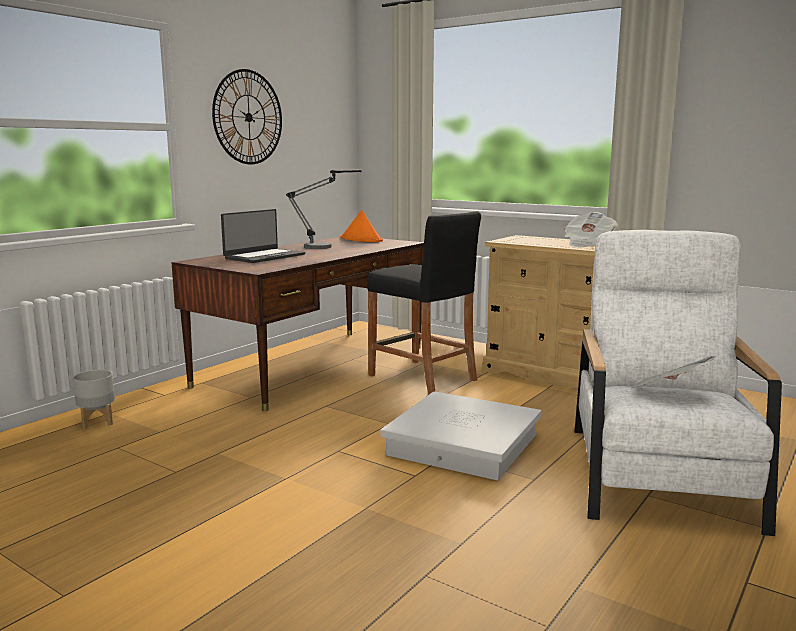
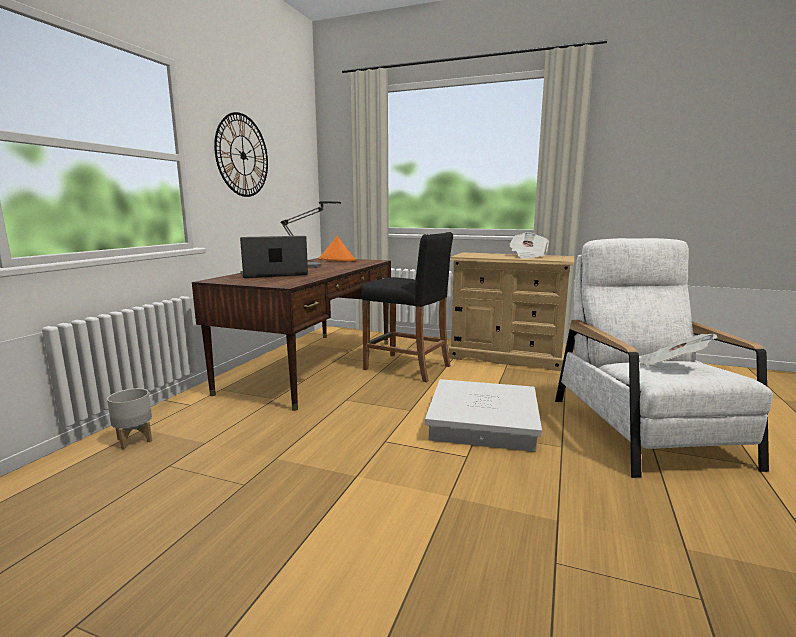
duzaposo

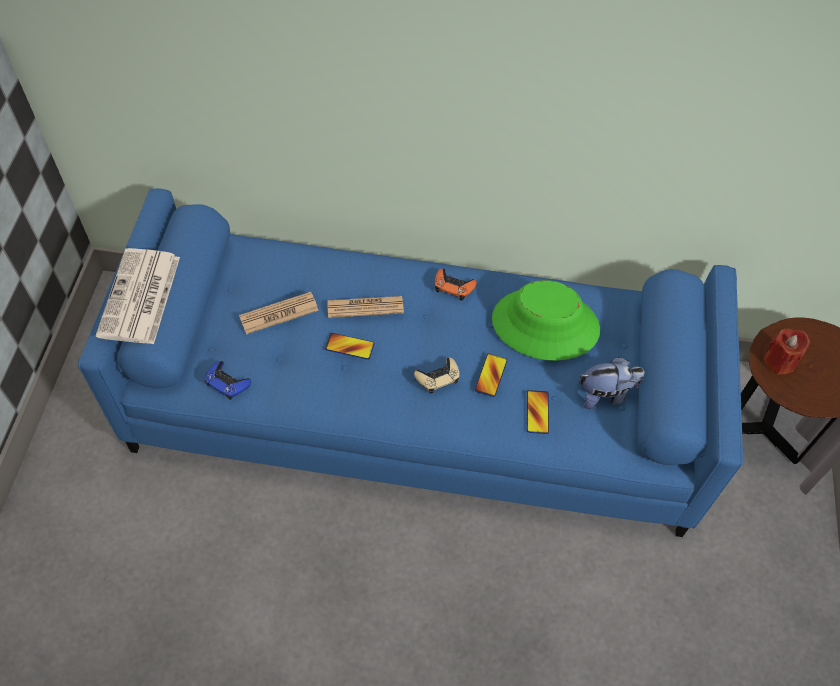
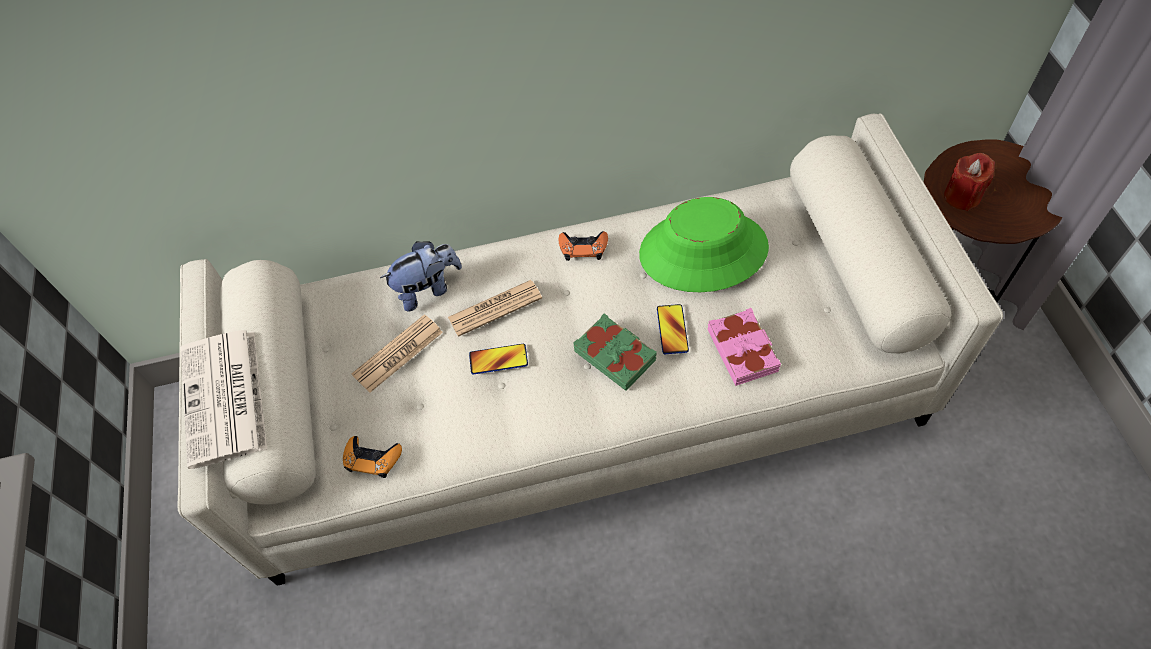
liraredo
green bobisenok
pink bobisenok
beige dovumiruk
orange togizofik (no. 1 from left)

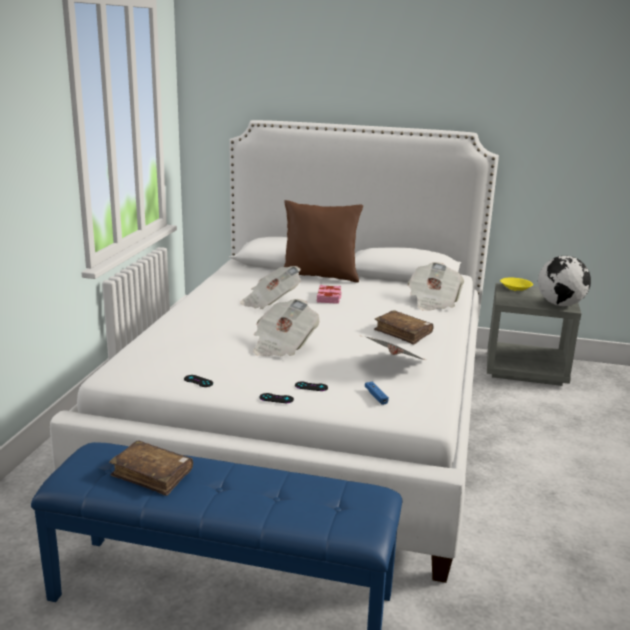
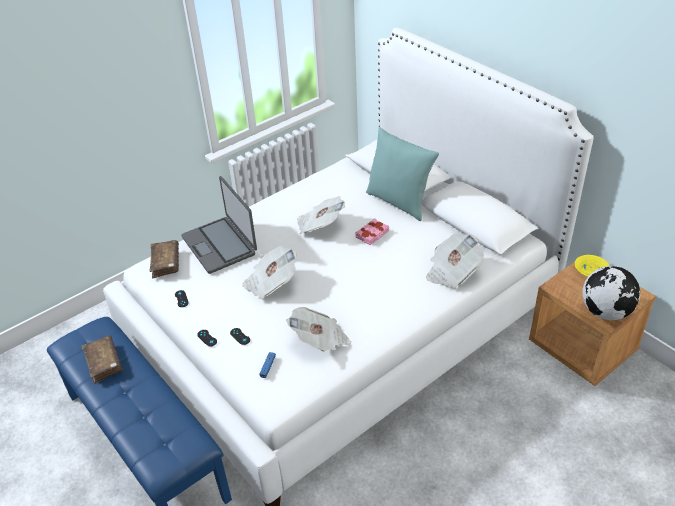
duzaposo
brown bobisenok (no. 2 from left)
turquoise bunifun
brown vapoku

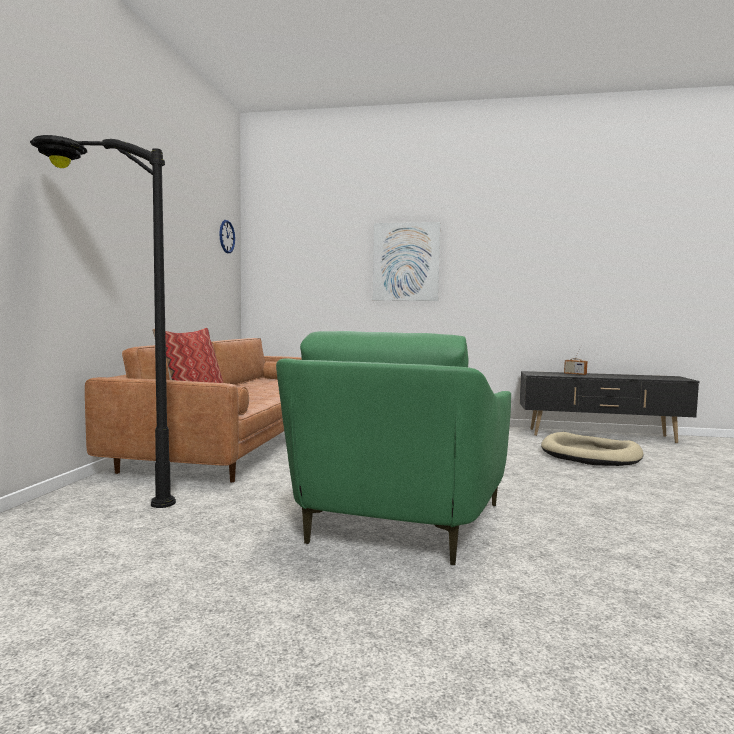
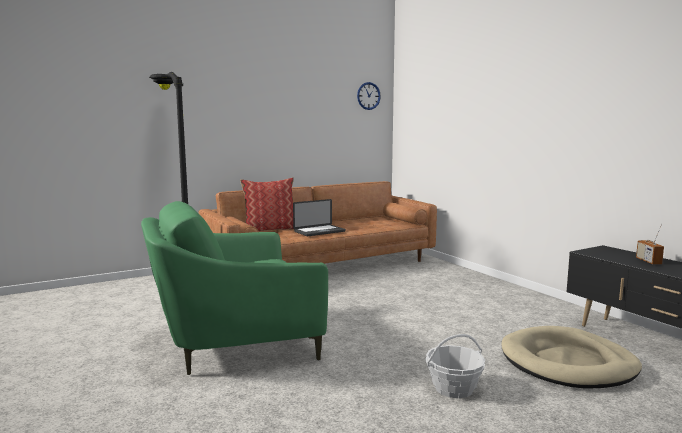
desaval
duzaposo
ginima

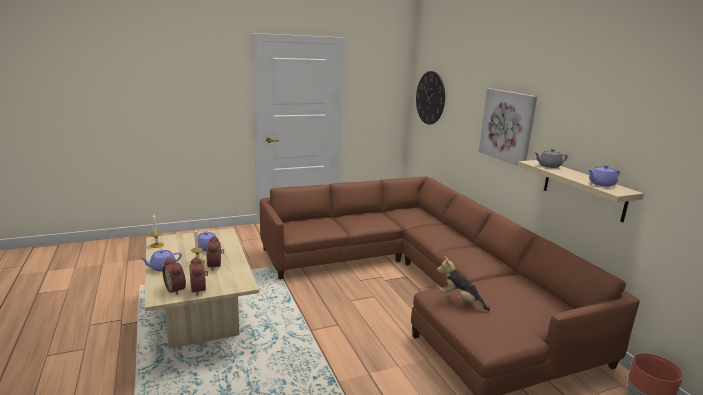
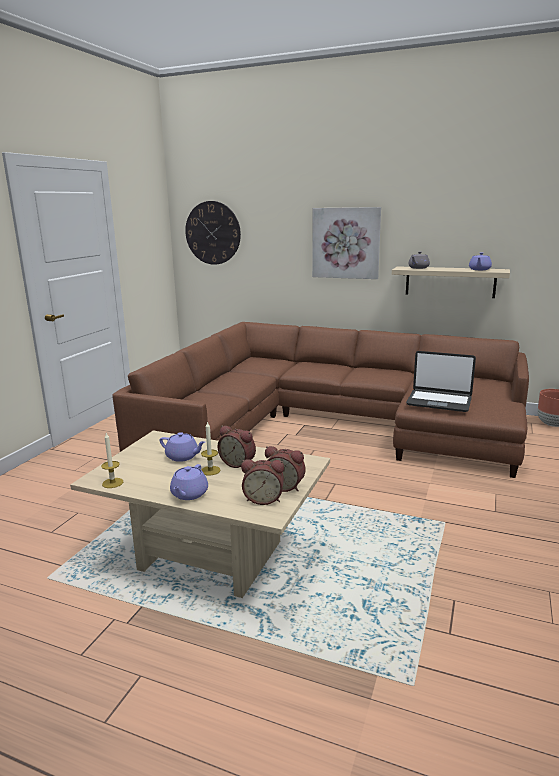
duzaposo

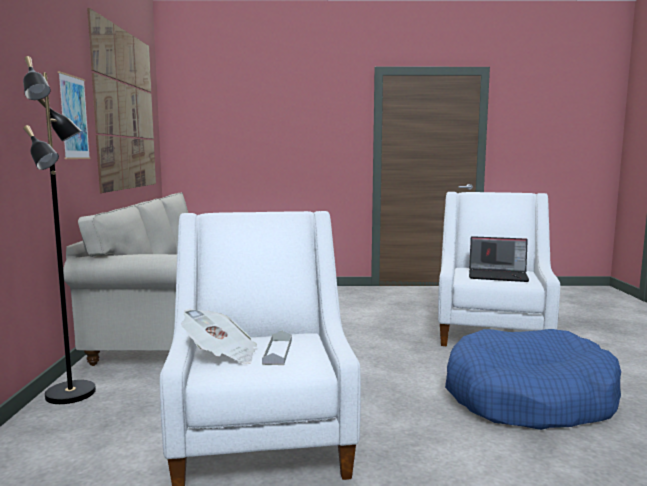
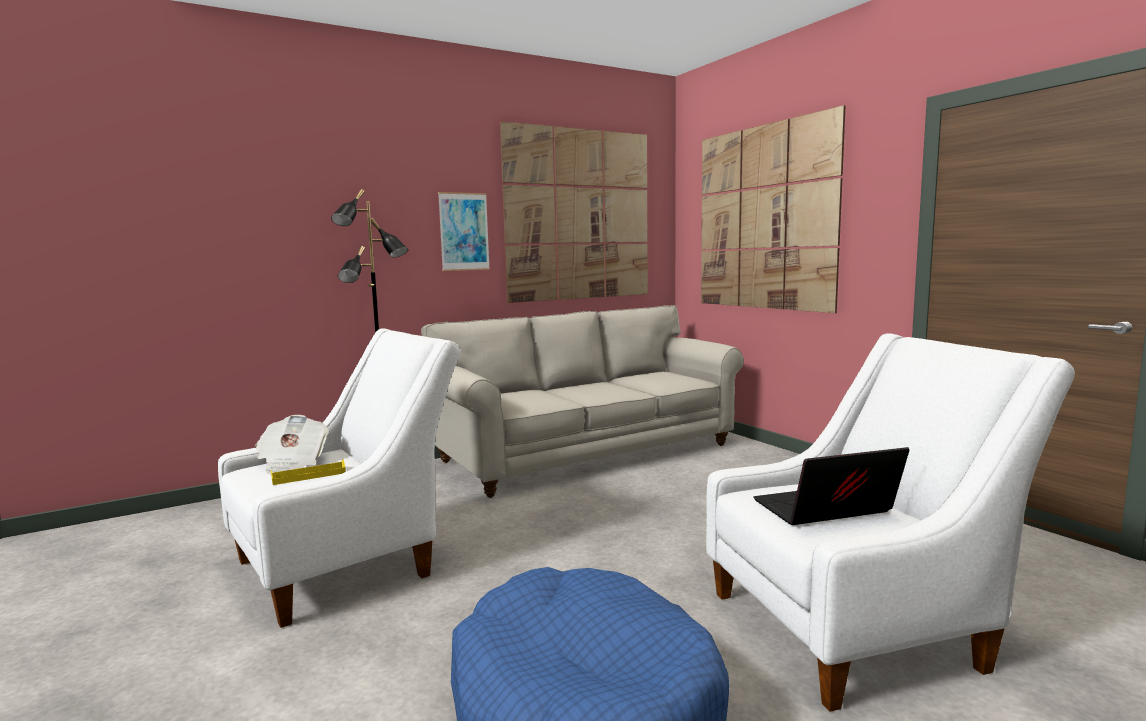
desaval (no. 3 from left)
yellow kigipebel
duzaposo

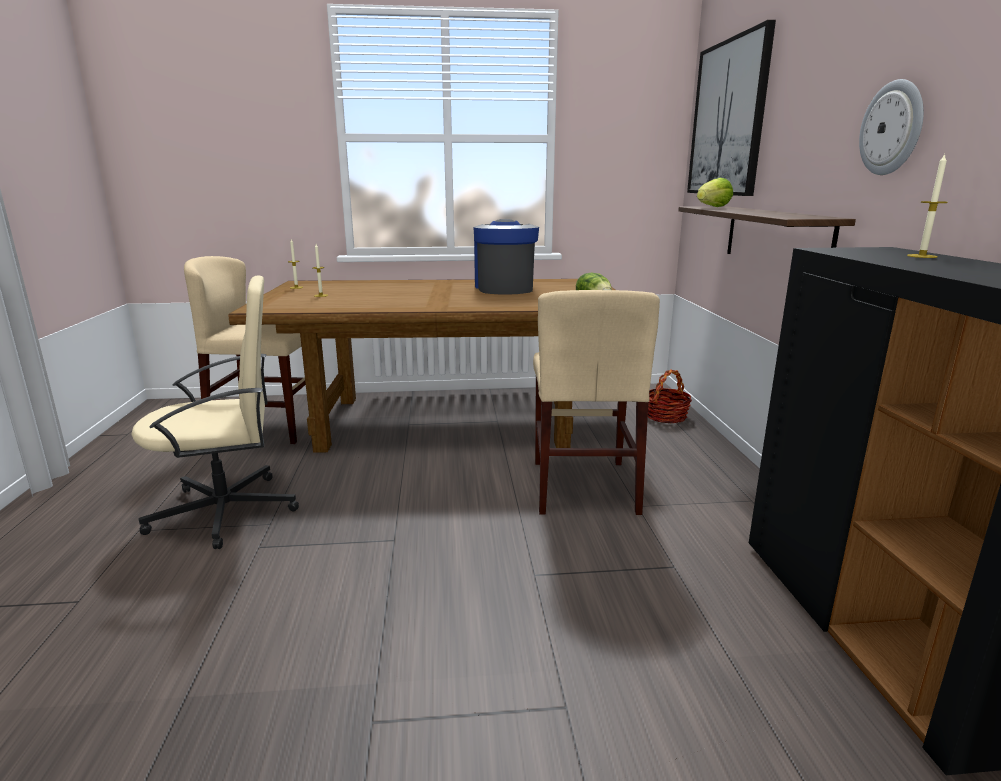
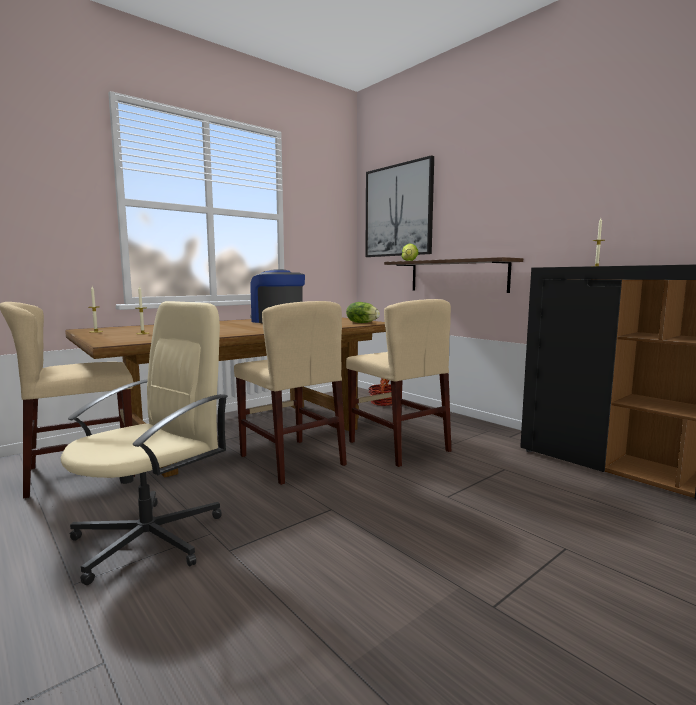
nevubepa
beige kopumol (no. 2 from left)

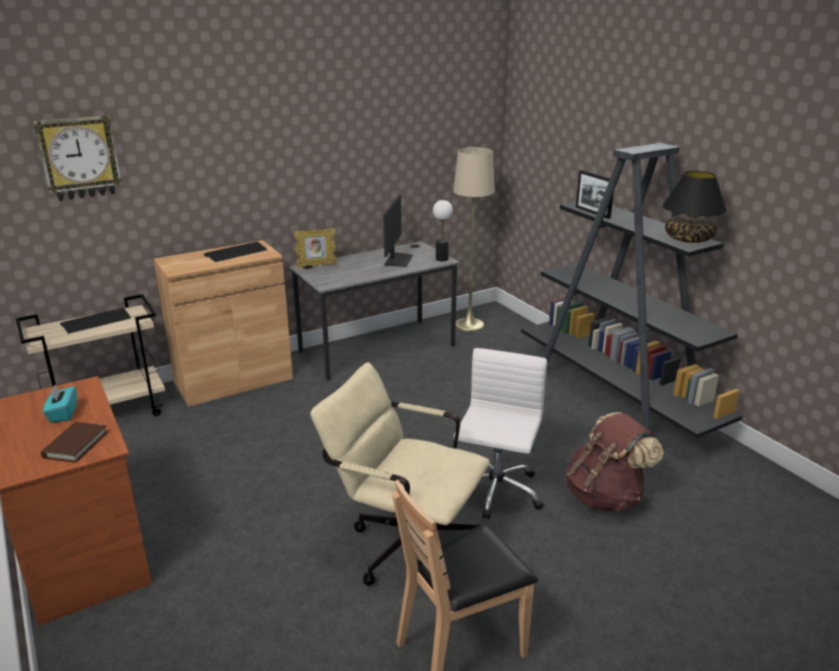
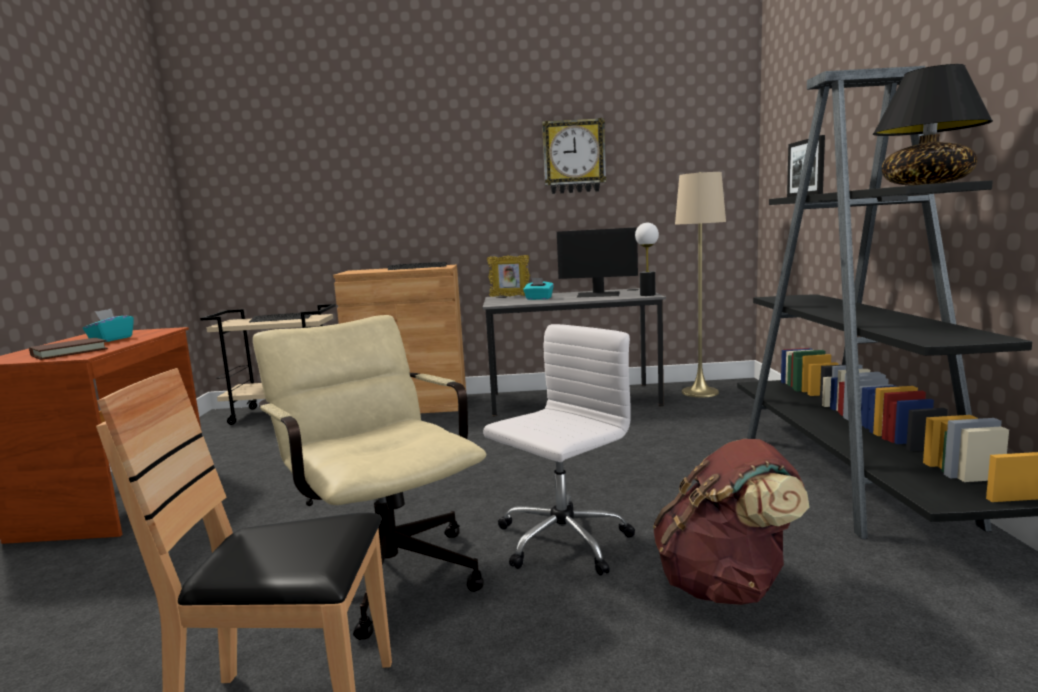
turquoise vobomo (no. 2 from left)
nevubepa
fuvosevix

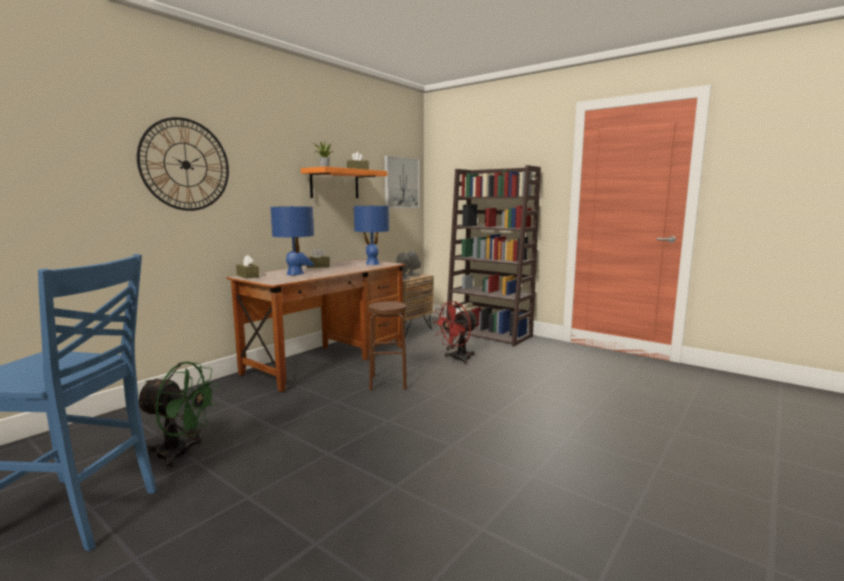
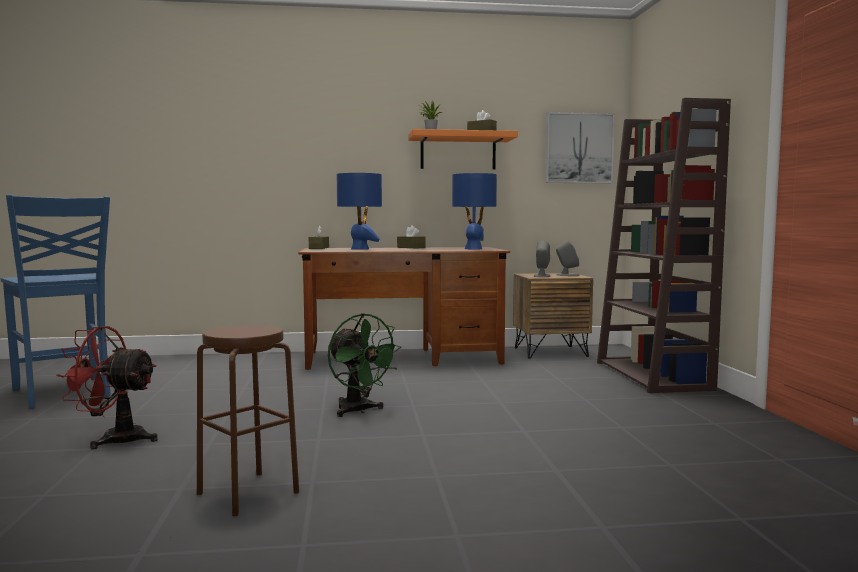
nevubepa
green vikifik
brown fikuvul
red vikifik

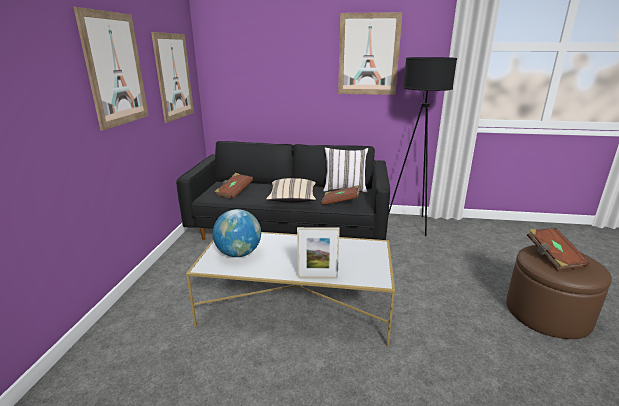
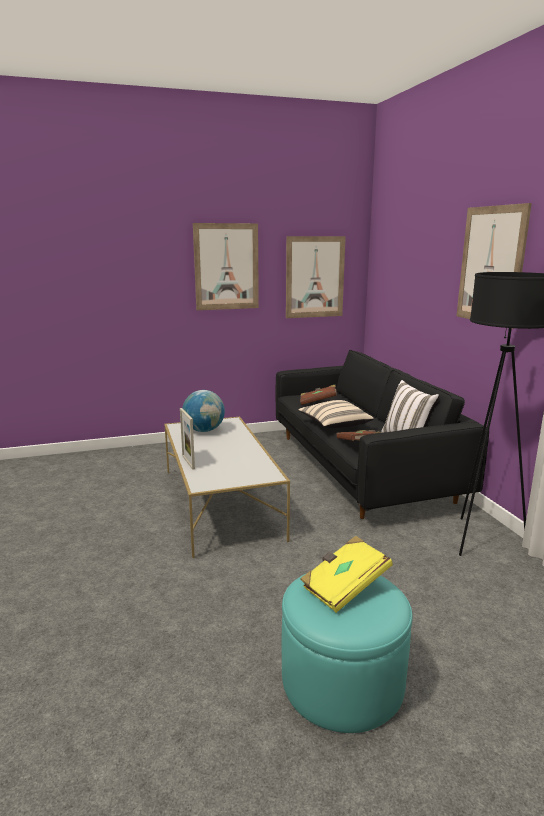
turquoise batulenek
yellow bobisenok

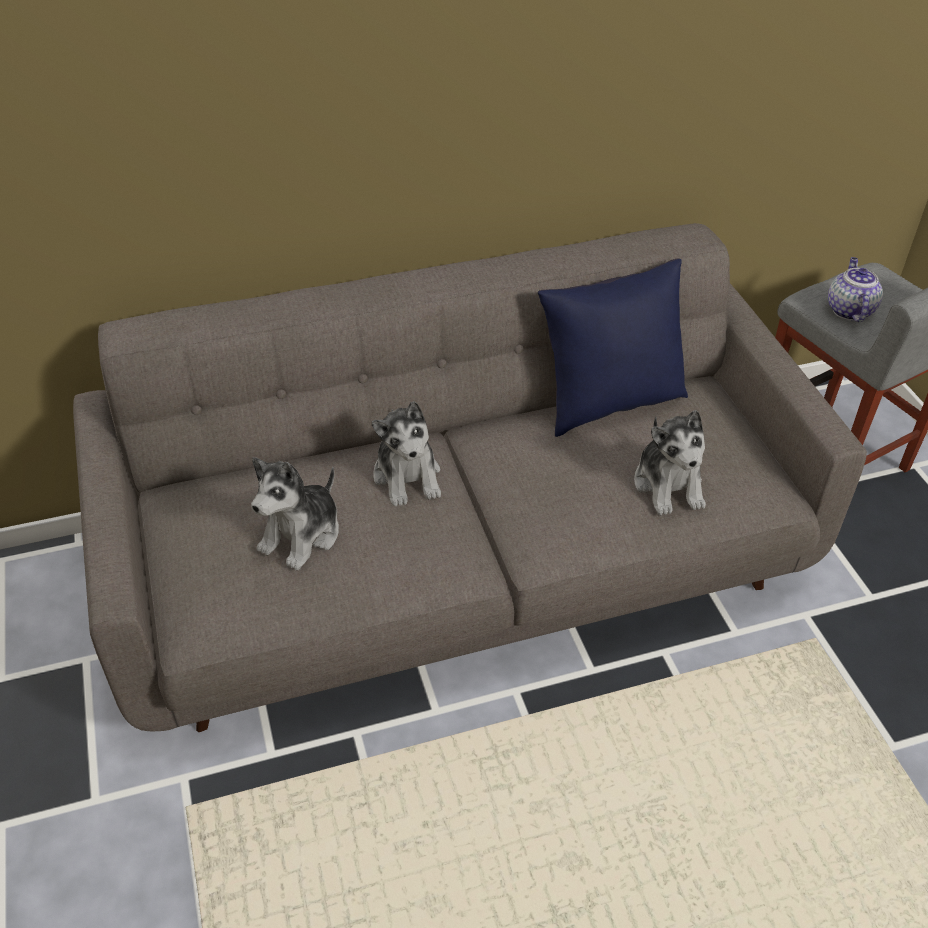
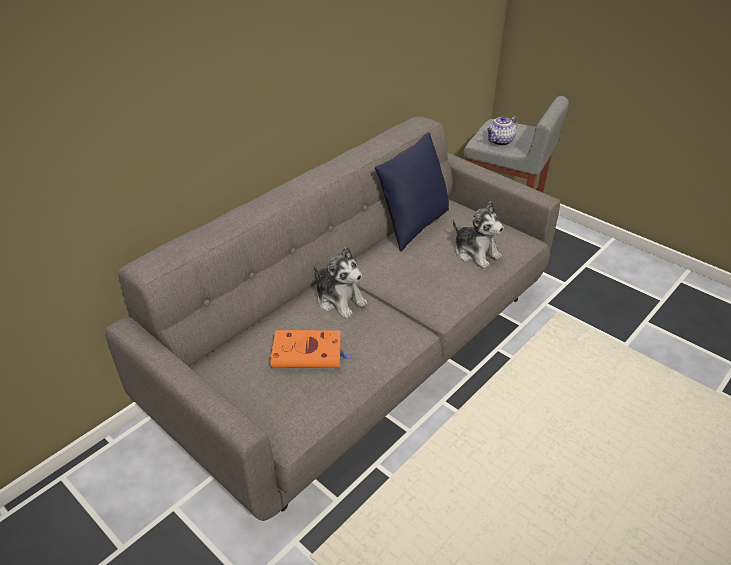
orange bobisenok
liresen

